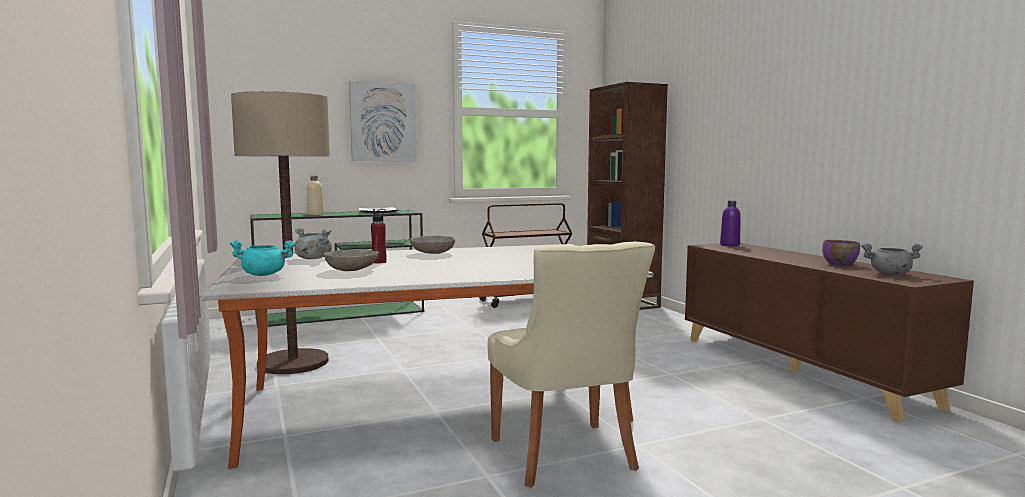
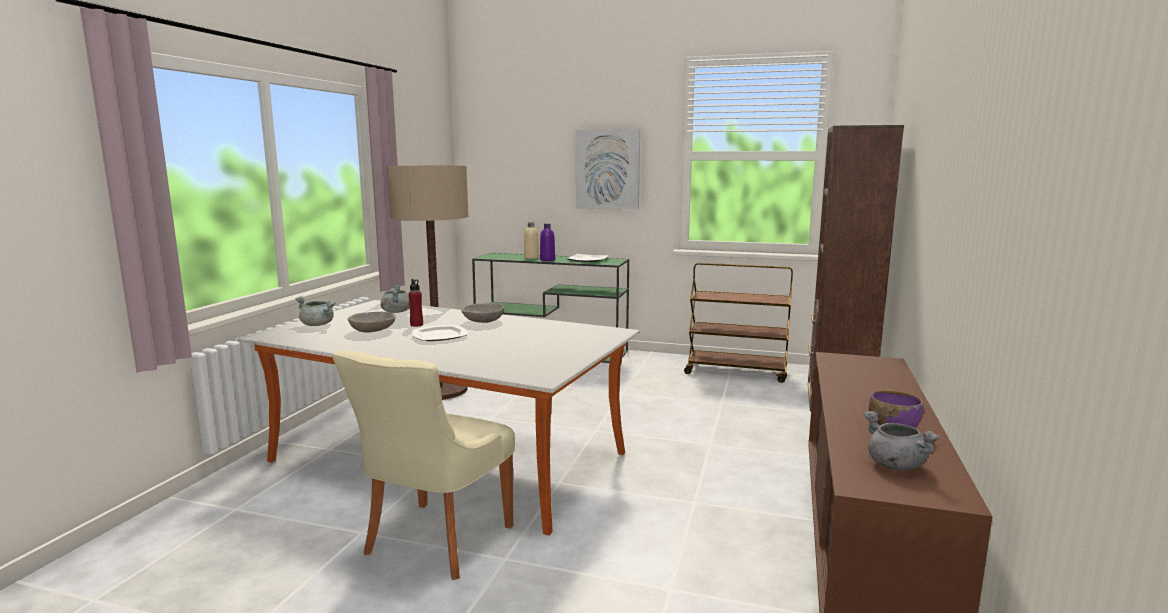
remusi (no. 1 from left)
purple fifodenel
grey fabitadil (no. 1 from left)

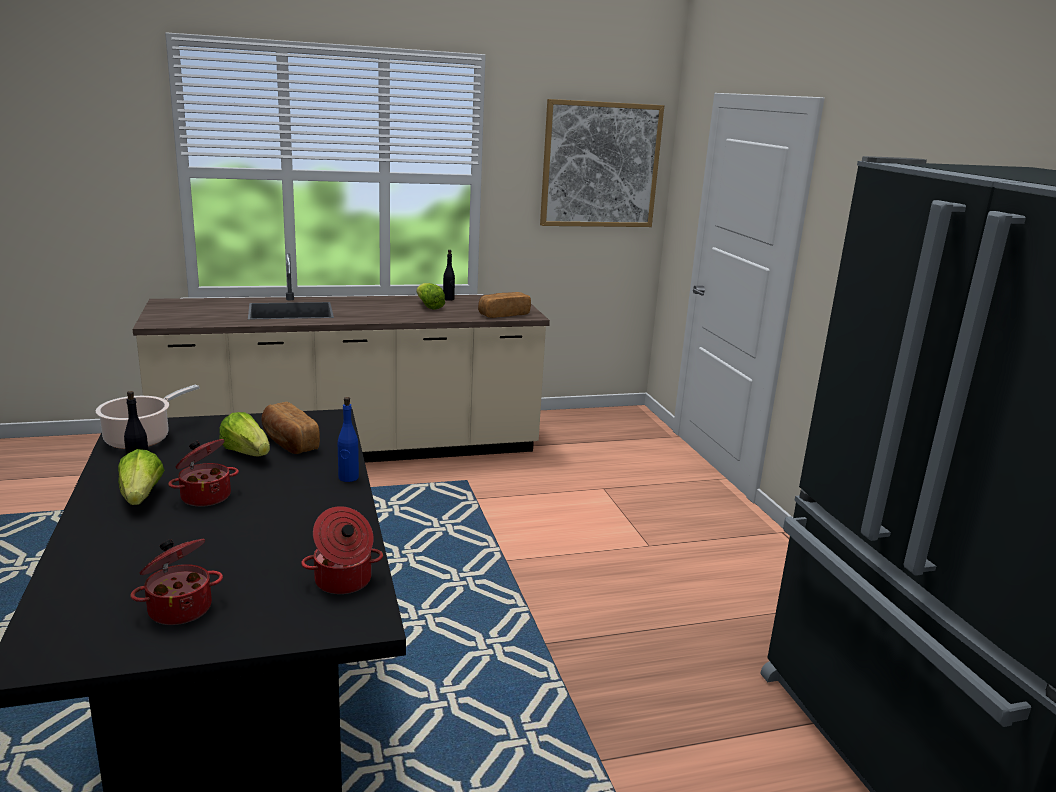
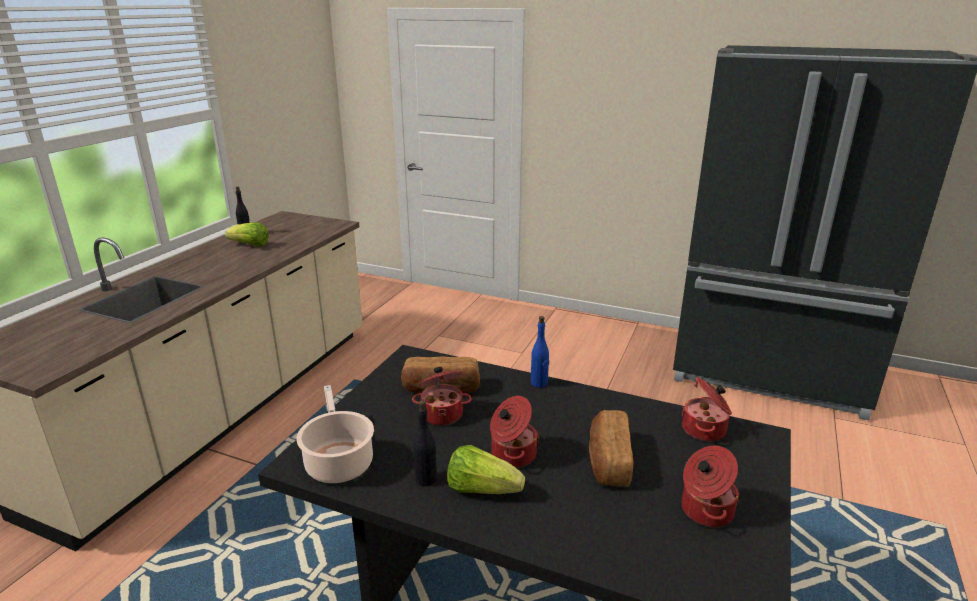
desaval
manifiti (no. 2 from left)
fabitadil (no. 2 from left)

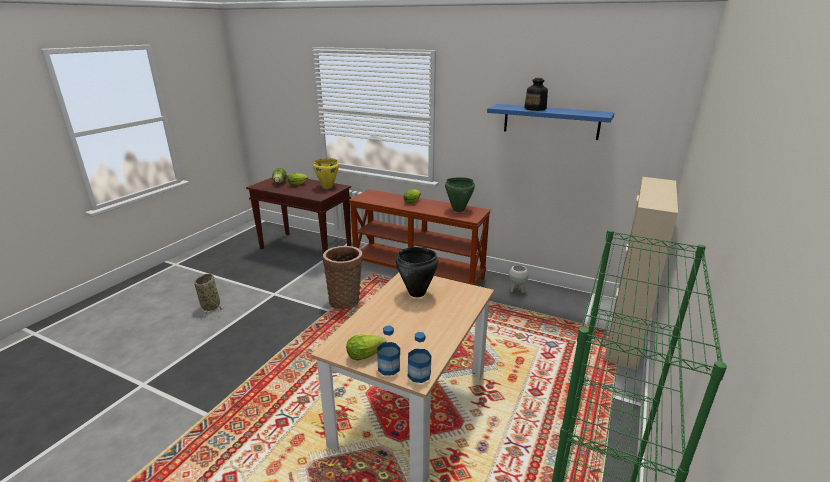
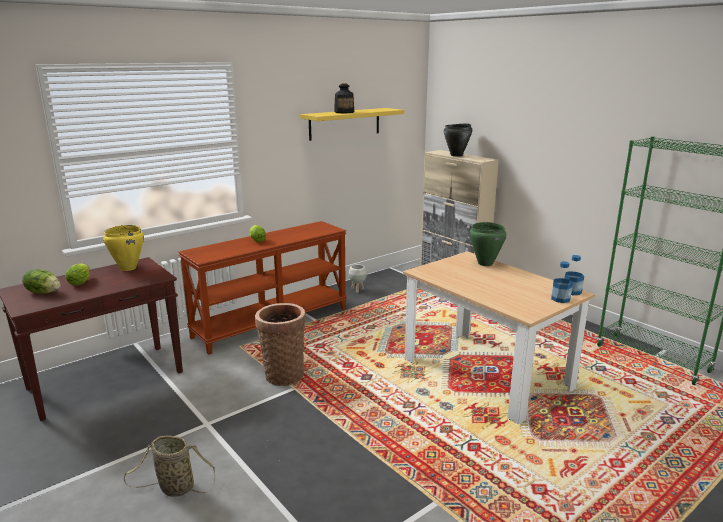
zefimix (no. 3 from left in the first image)
black fabitadil
green fabitadil
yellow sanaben

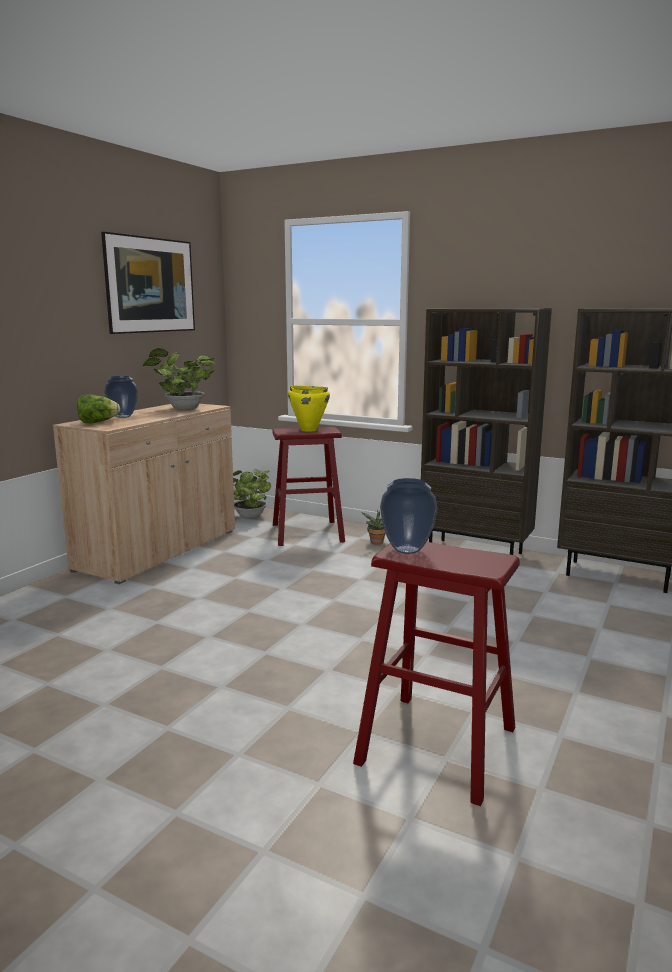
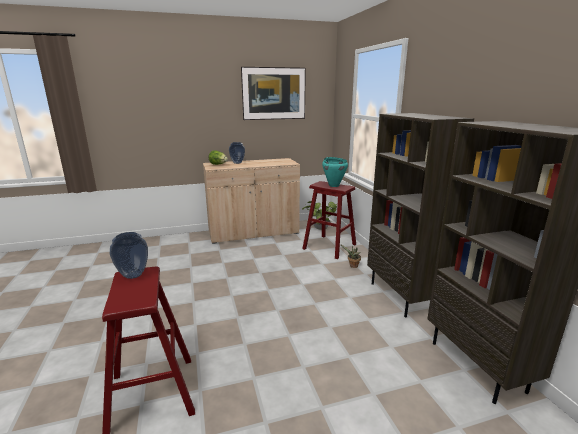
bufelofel (no. 1 from left in the first image)
turquoise fabitadil

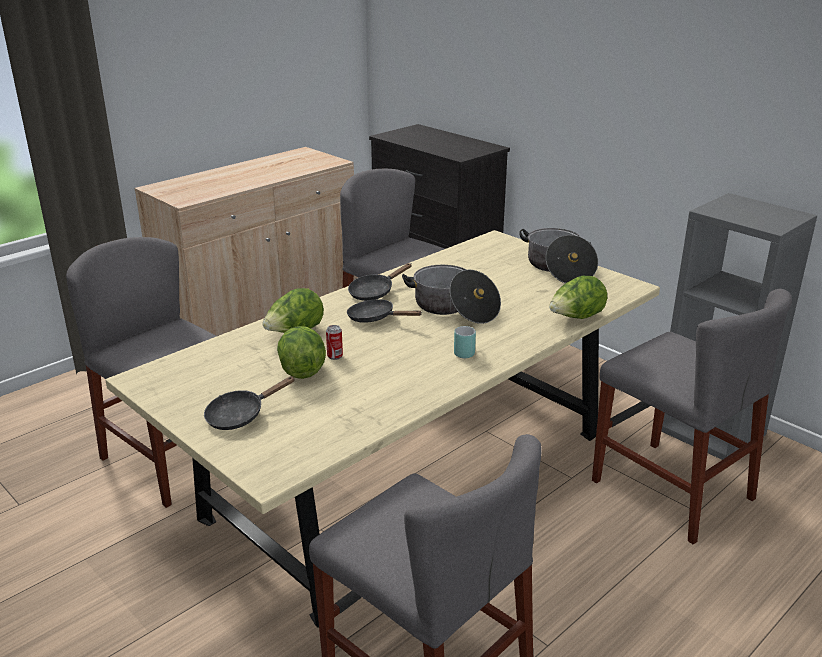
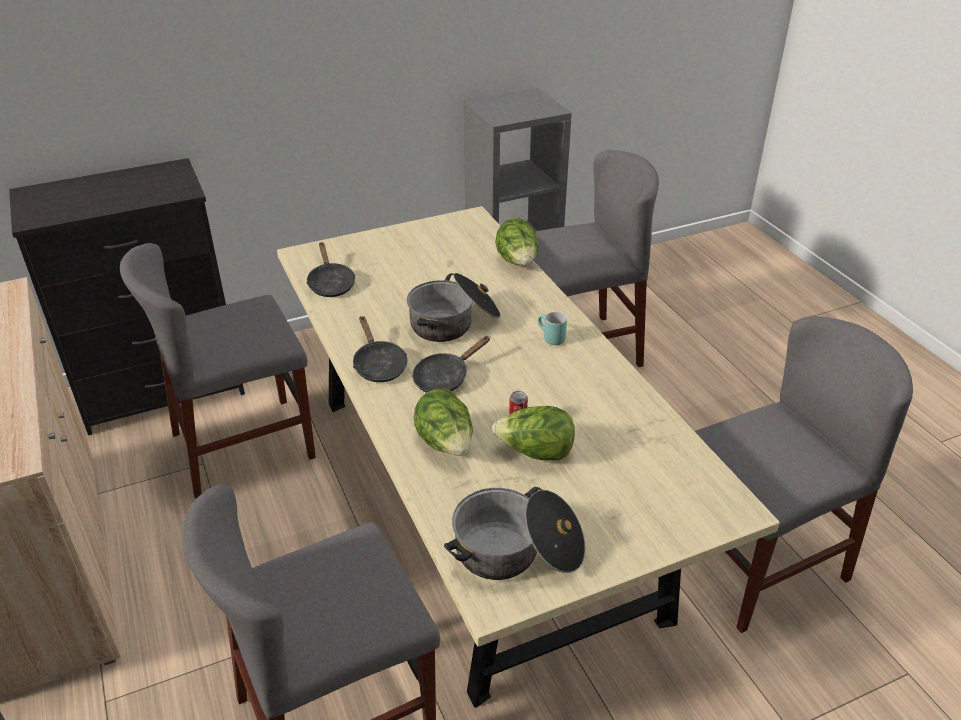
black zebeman (no. 1 from left)
fabitadil (no. 2 from left)

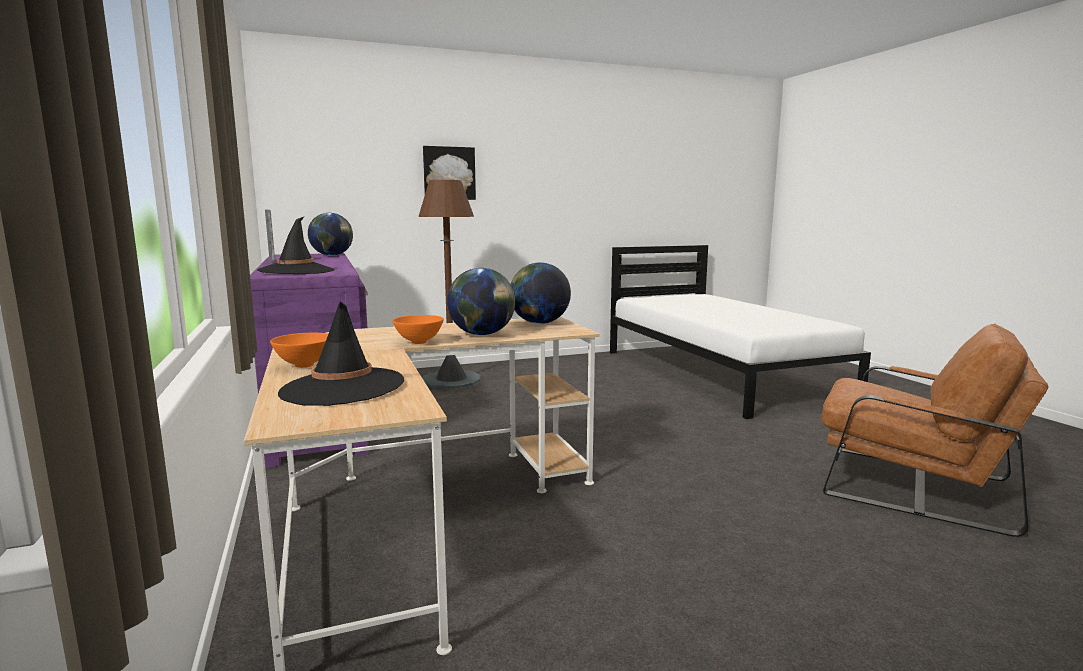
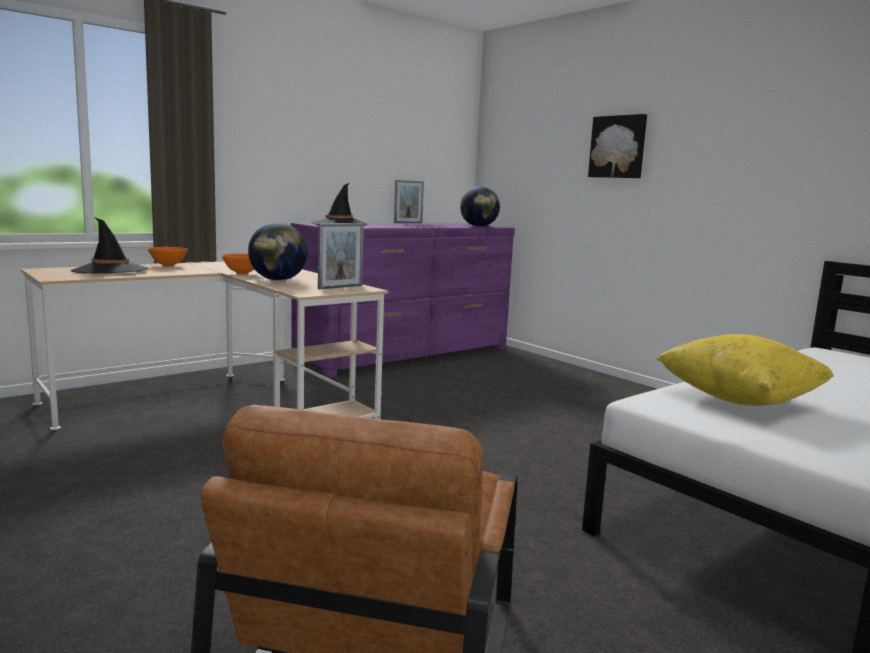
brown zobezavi
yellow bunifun
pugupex (no. 1 from left)

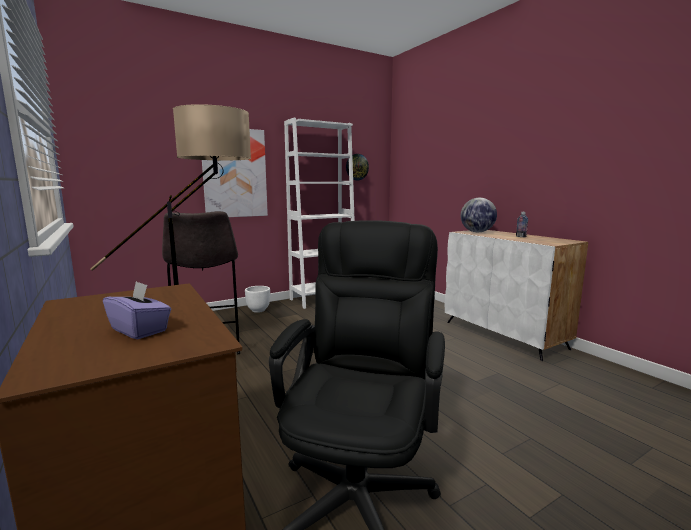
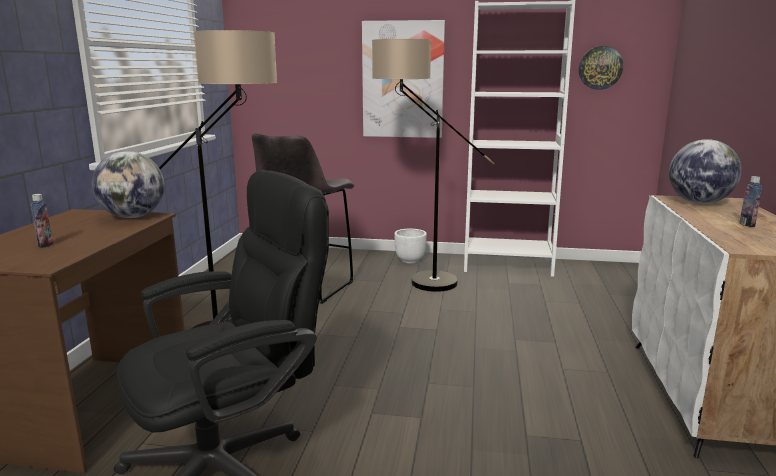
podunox (no. 1 from left)
zobezavi (no. 2 from left)
fifodenel (no. 1 from left)

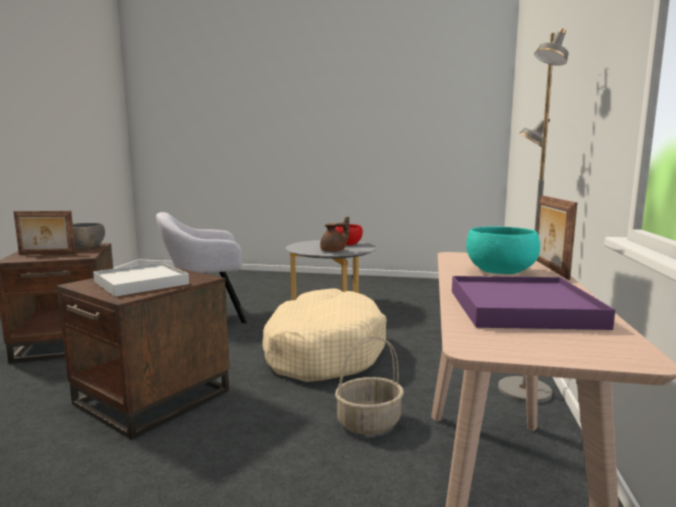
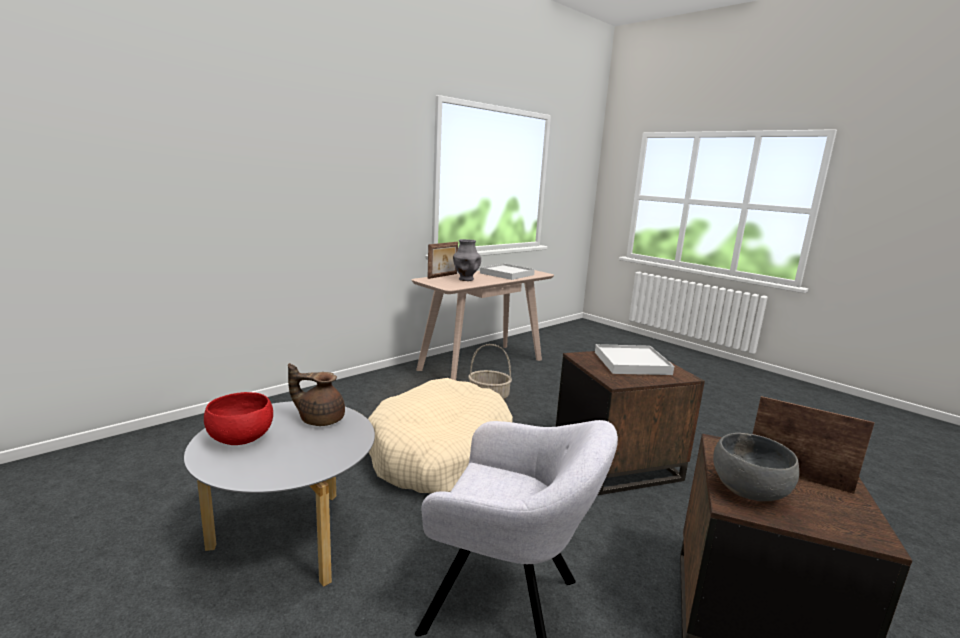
grey zobezavi
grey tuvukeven
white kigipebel (no. 1 from left)

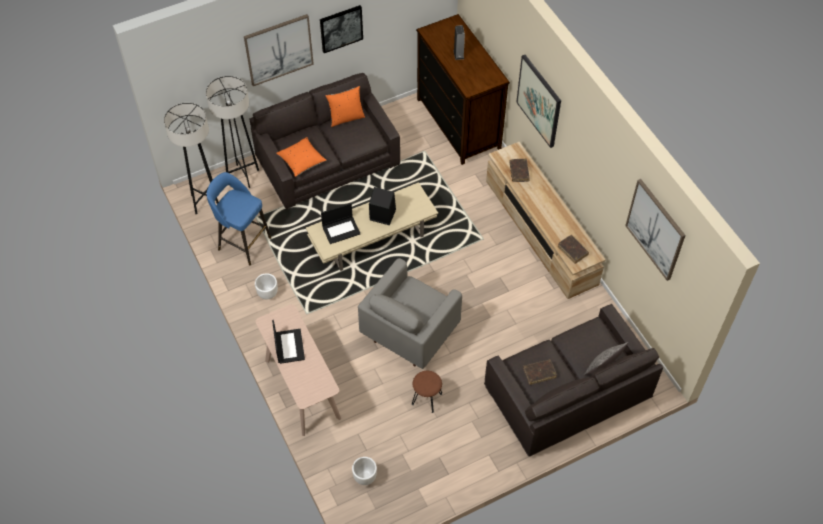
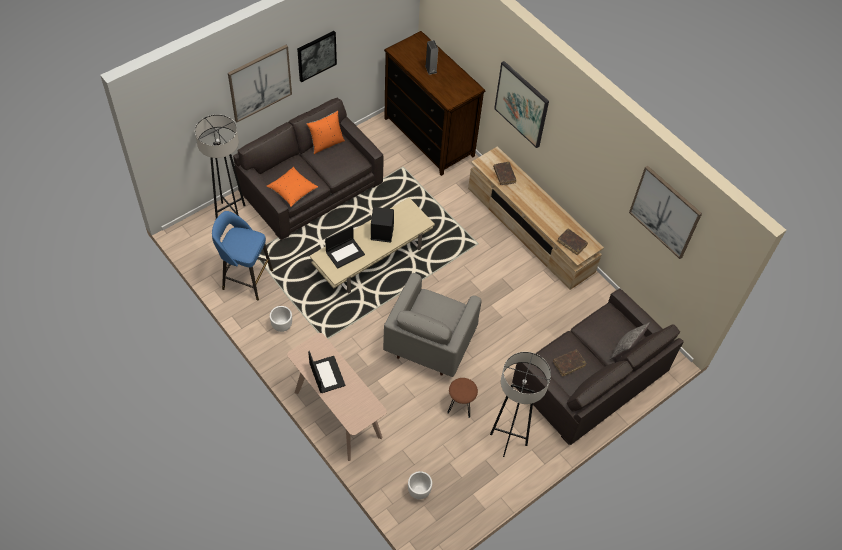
grey zobezavi (no. 2 from left)

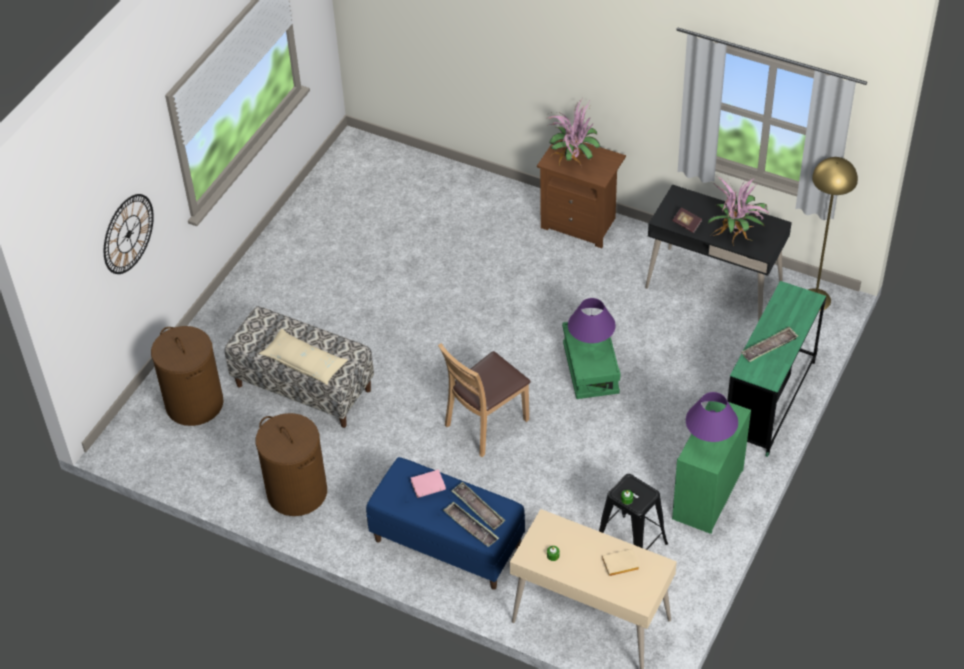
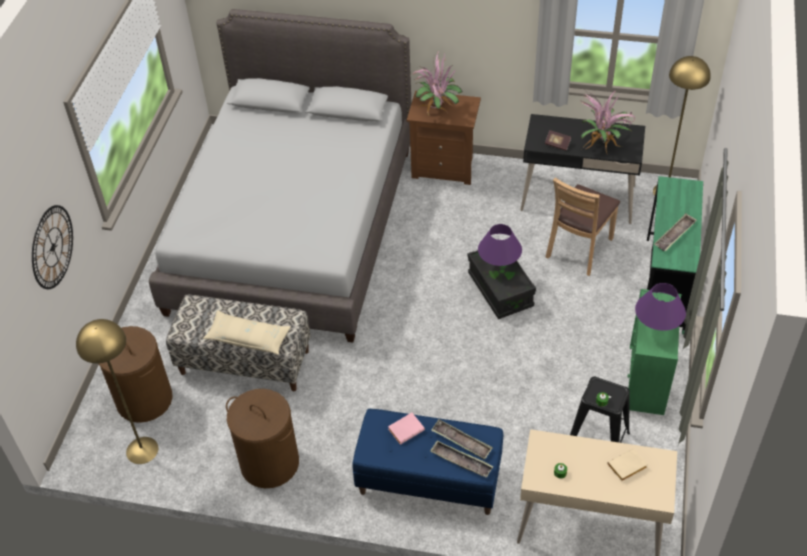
yellow zobezavi (no. 1 from left)
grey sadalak
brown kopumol
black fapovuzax

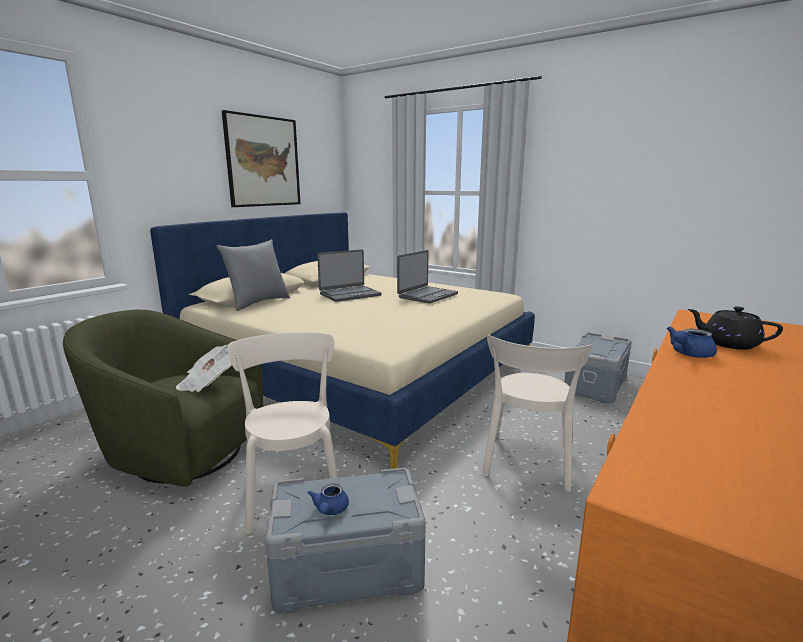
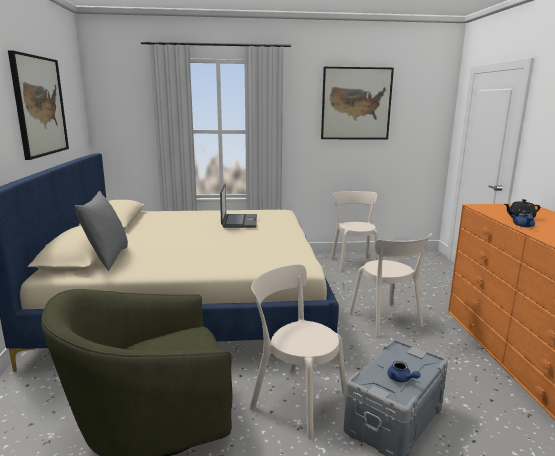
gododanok
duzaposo (no. 1 from left in the first image)
desaval (no. 2 from left)
beige kopumol (no. 2 from left)

